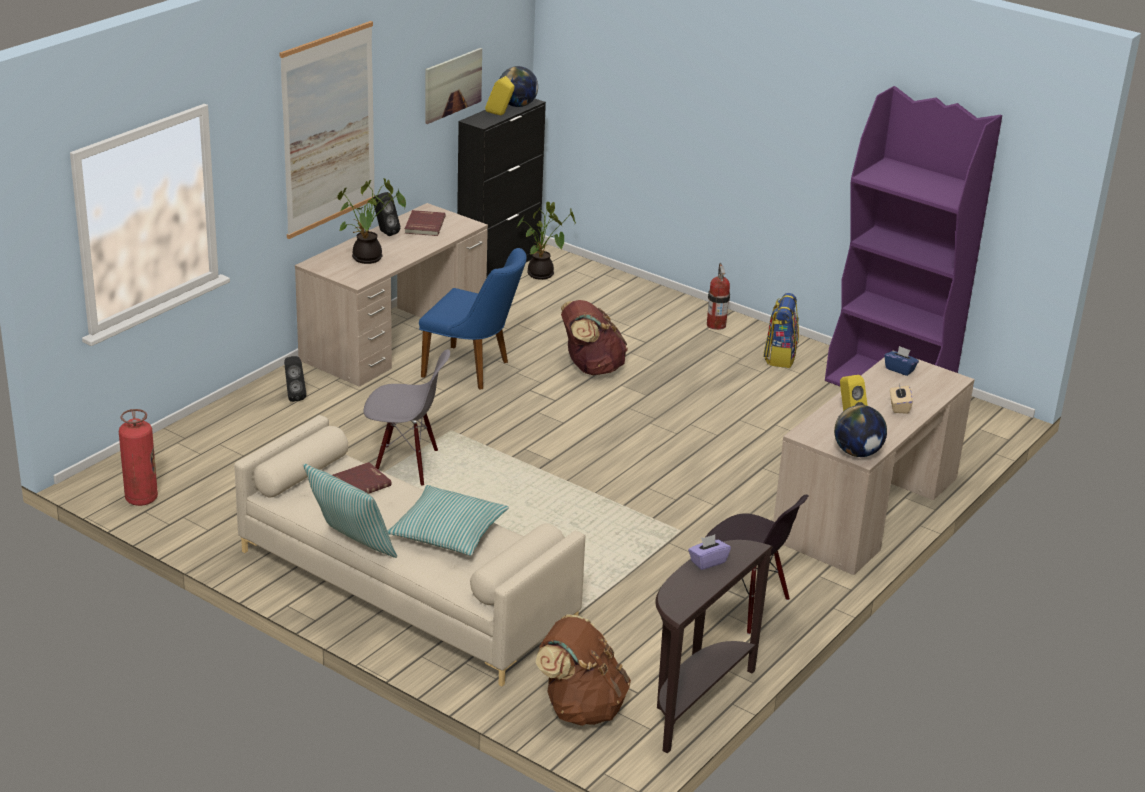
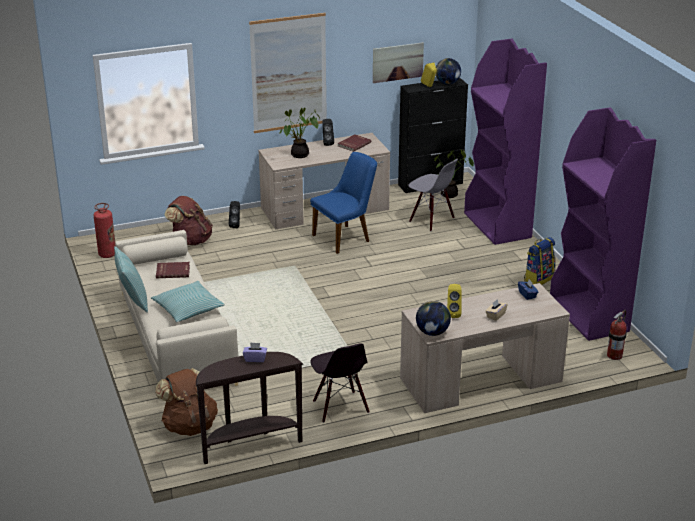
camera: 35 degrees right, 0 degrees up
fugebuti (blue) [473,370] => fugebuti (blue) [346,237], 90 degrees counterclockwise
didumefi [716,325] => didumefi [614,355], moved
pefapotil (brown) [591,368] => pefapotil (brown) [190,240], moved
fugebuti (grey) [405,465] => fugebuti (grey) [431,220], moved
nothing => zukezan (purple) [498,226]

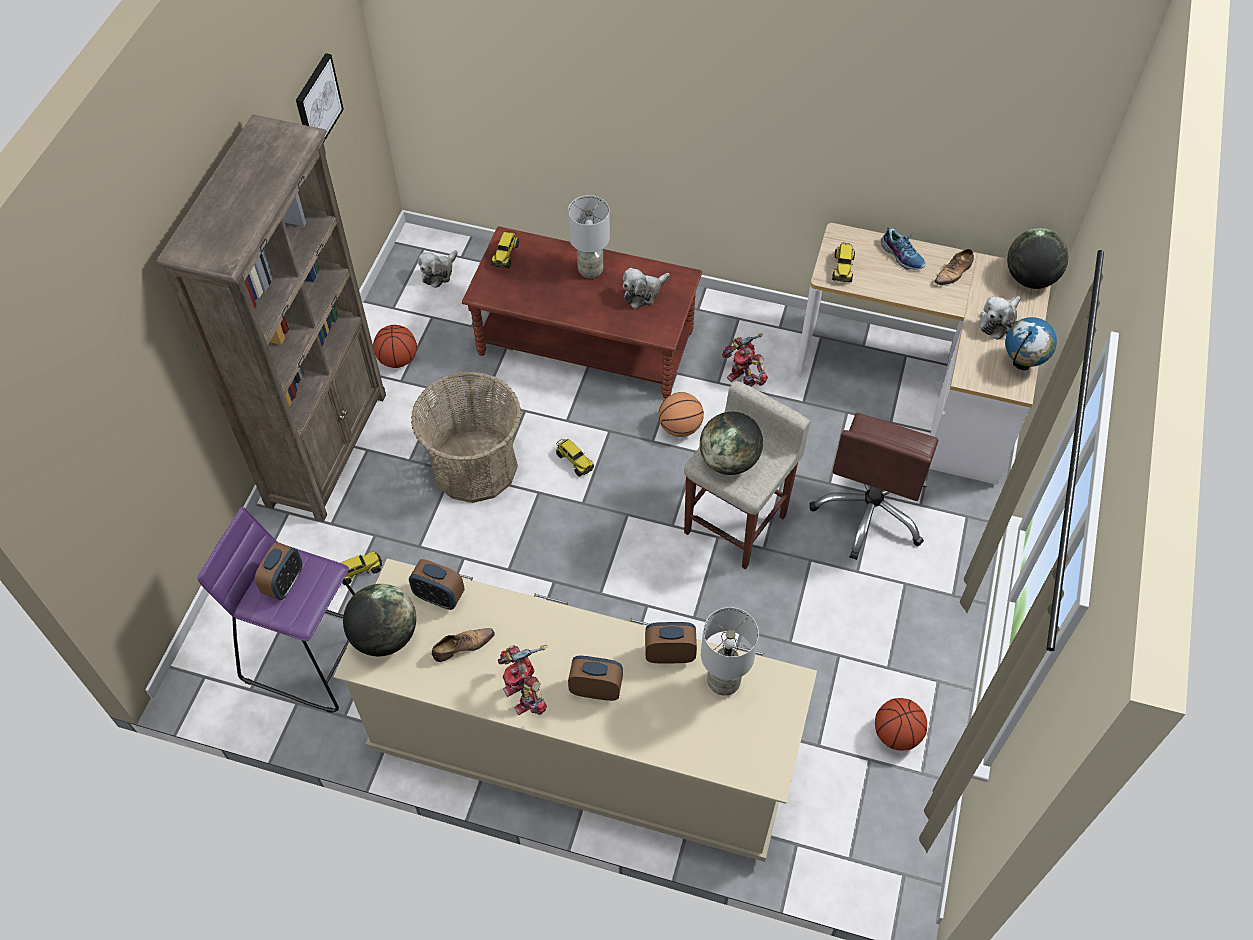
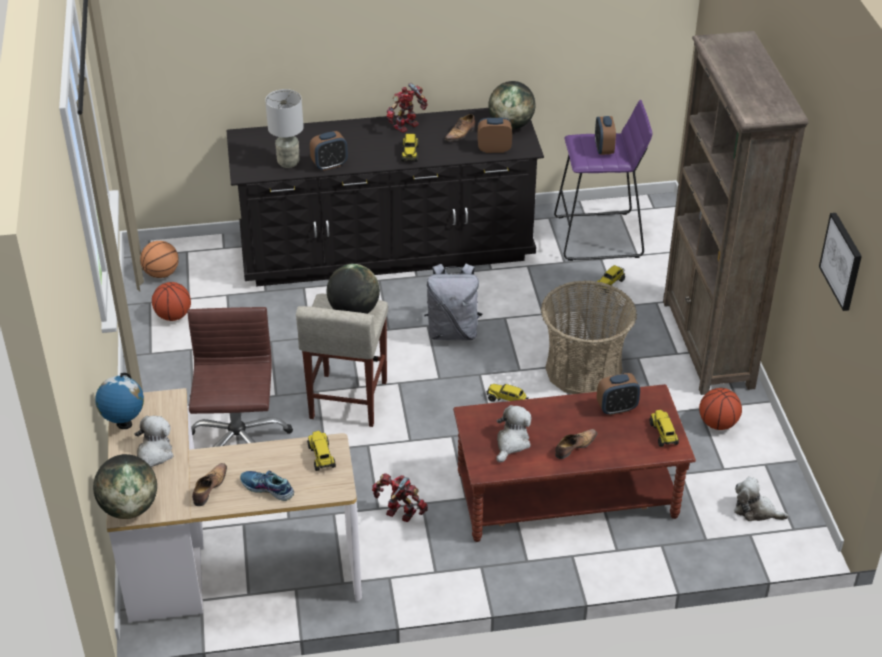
camera: 155 degrees right, 15 degrees down
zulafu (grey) [591,270] => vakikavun [574,447]
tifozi [439,273] => tifozi [755,510], 75 degrees counterclockwise
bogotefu [680,427] => bogotefu [161,274], moved
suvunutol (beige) [581,748] => suvunutol (black) [386,248]
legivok [524,694] => legivok [407,126], 75 degrees counterclockwise
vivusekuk [596,689] => vivusekuk [616,408], moved
nothing => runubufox [410,153]
nothing => pefapotil (grey) [453,332]

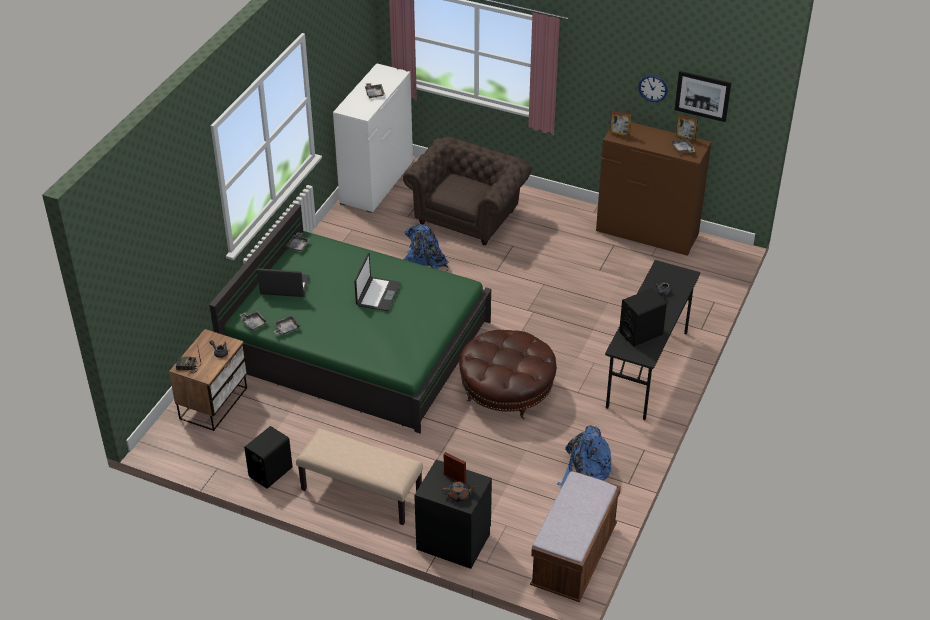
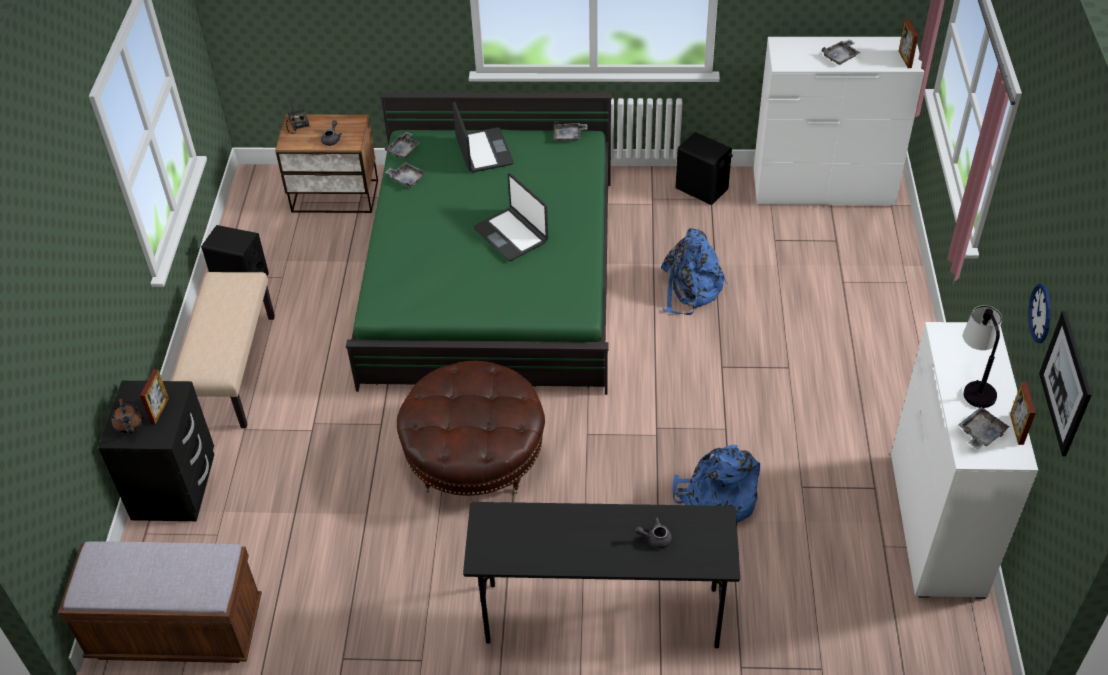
camera: 70 degrees right, 5 degrees up
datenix [619,134] => datenix [905,59], moved
suvunutol (brown) [647,233] => suvunutol (white) [936,524]
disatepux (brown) [469,215] => nothing
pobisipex [377,294] => pobisipex [511,235], 60 degrees clockwise
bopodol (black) [641,333] => bopodol (black) [702,189], moved
pefapotil (blue) [585,471] => pefapotil (blue) [716,499], moved
nothing => zulafu [973,384]

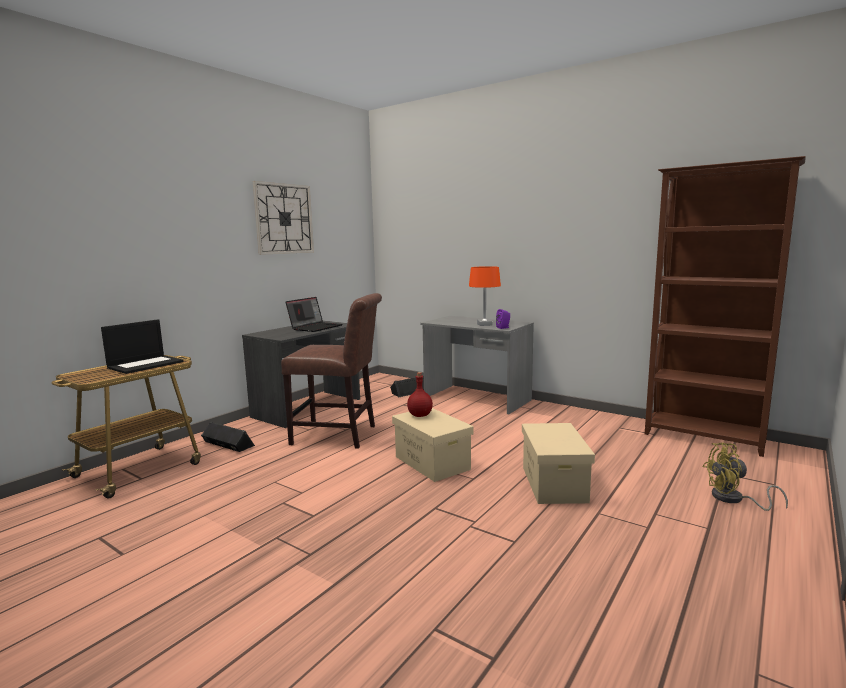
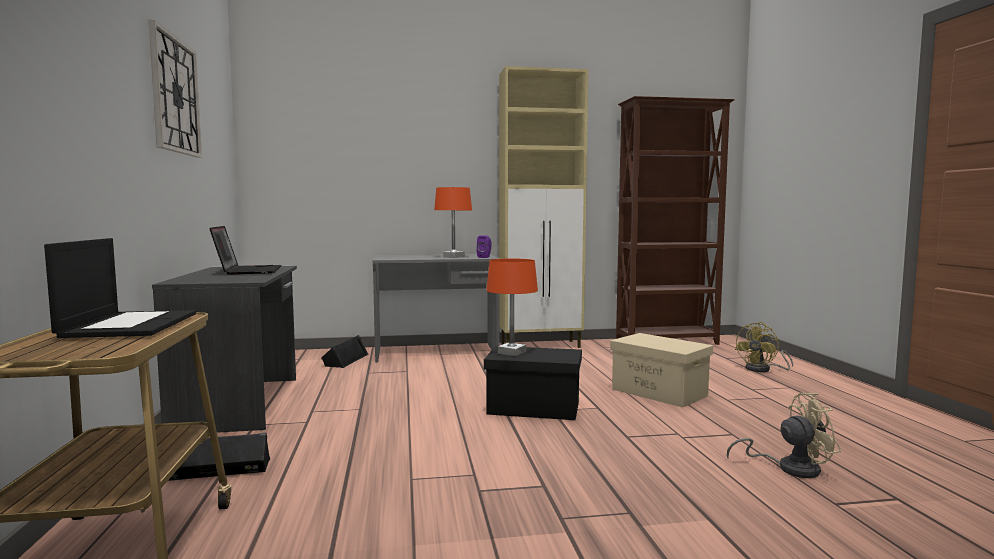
camera: 45 degrees left, 5 degrees down
fugebuti (brown) [339,435] => nothing
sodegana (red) [420,415] => zulafu (orange) [511,353]
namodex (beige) [433,463] => namodex (black) [535,408]
nothing => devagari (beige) [541,345]
nothing => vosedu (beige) [789,468]

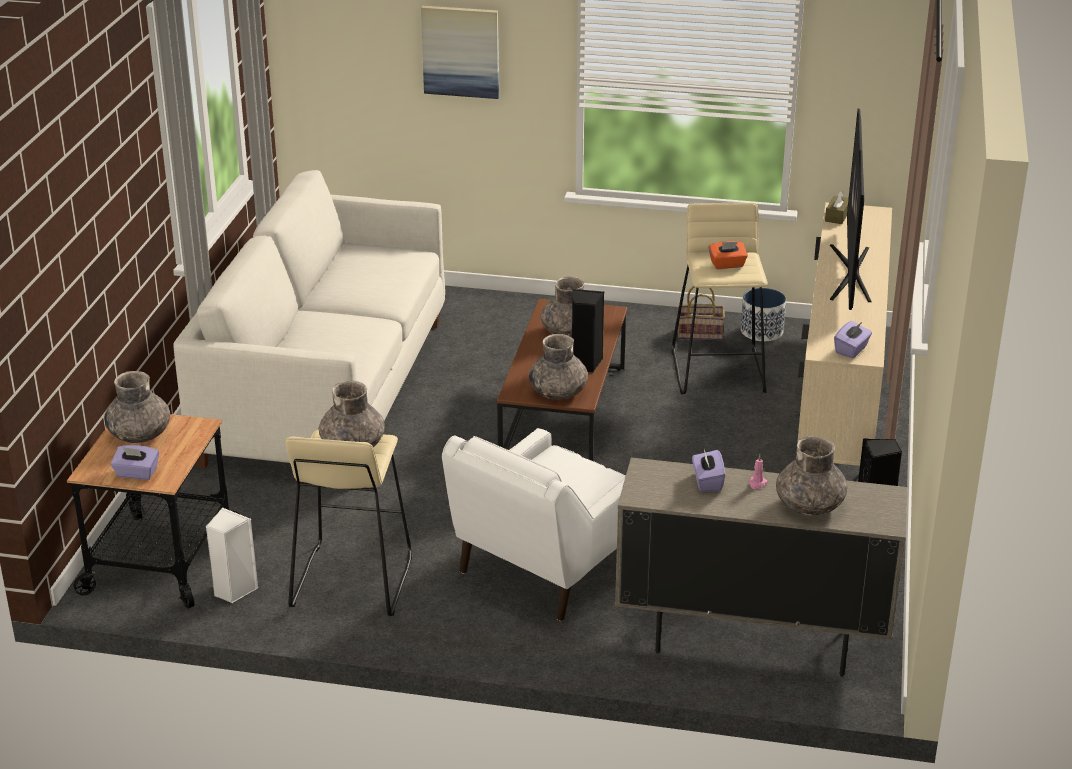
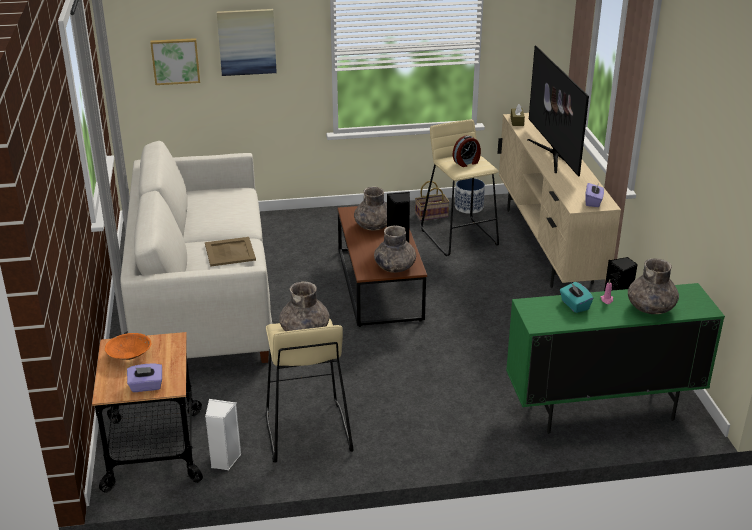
camera: 20 degrees left, 0 degrees up
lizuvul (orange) [727,265] => vivusekuk [466,163]
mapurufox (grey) [139,434] => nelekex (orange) [128,355]
disatepux (white) [546,568] => nothing
lizuvul (purple) [707,482] => lizuvul (turquoise) [574,305]
devagari (beige) [751,641] => devagari (green) [601,410]
nothing => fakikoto [175,61]
nothing => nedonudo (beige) [230,252]

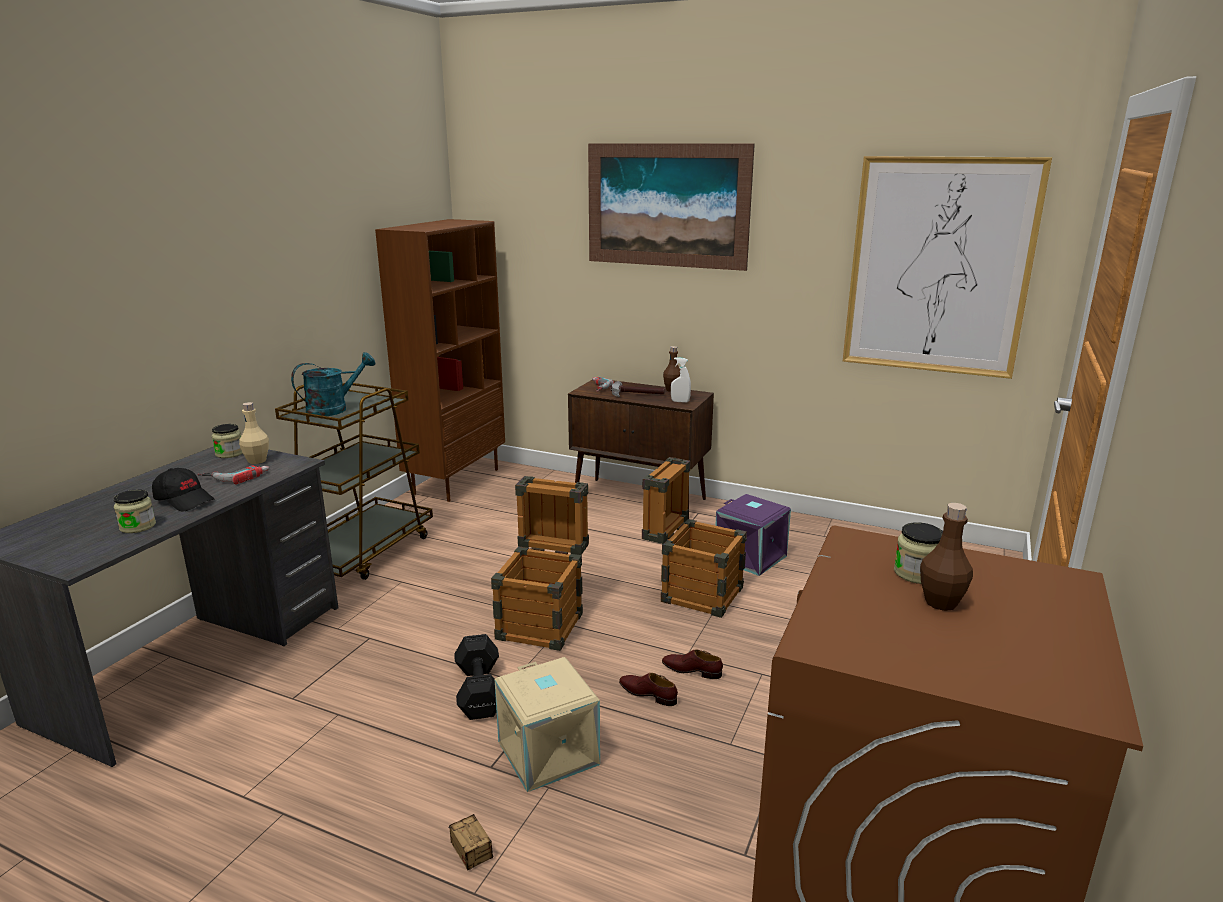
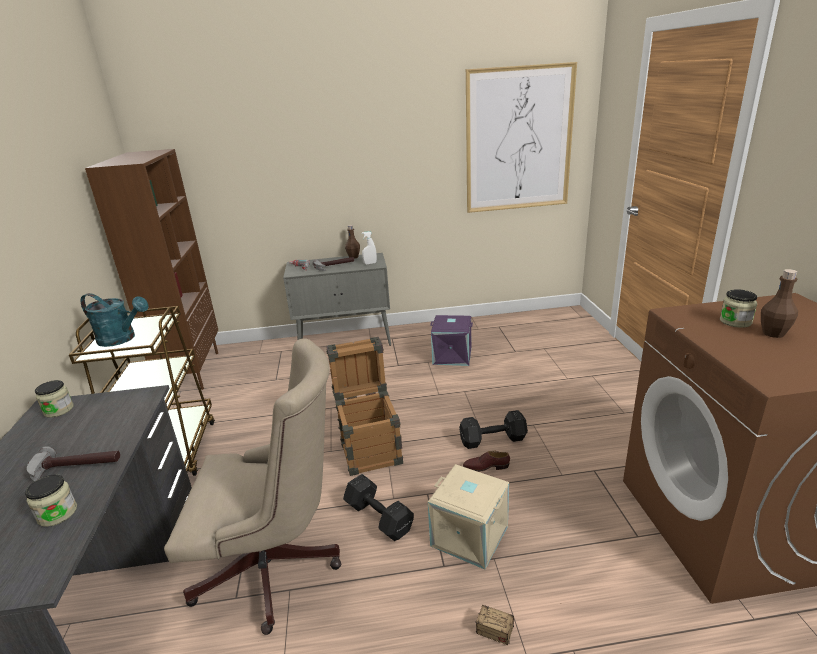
camera: 30 degrees left, 5 degrees up
fakikoto [667,205] => nothing
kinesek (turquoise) [334,409] => kinesek (turquoise) [122,339], 90 degrees clockwise
devagari (brown) [640,499] => devagari (grey) [346,341]
sodegana (beige) [257,461] => nothing
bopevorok [692,591] => nothing
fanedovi [235,476] => nothing
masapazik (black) [185,500] => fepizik [75,469]
vakikavun (brown) [691,670] => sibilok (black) [494,440]
nothing => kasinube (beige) [277,568]

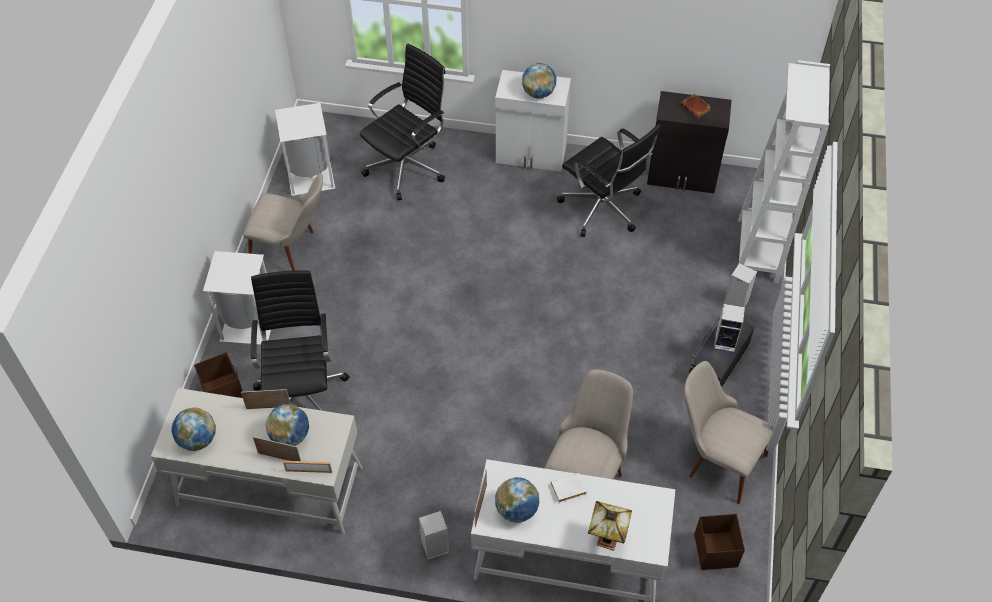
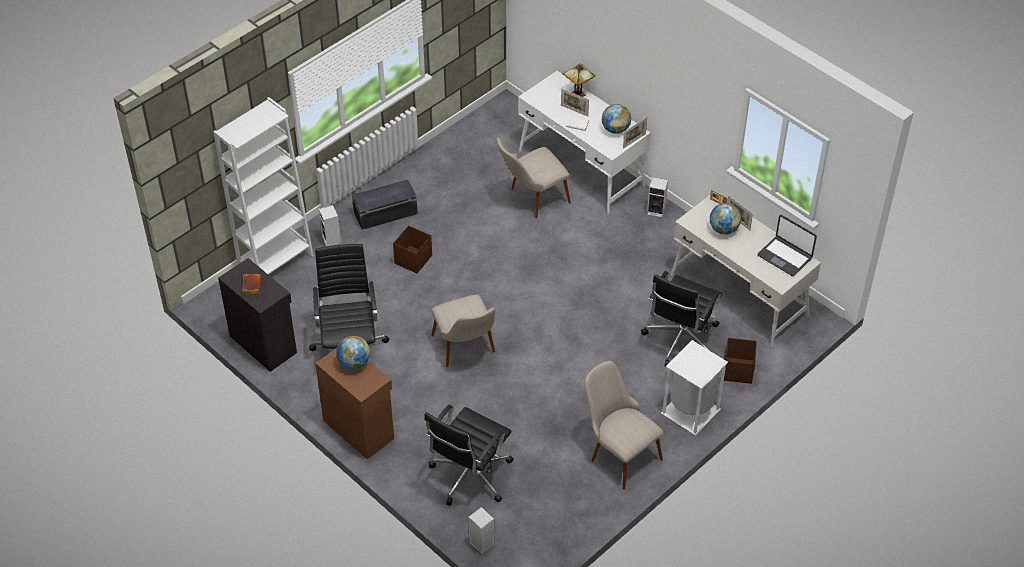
camera: 145 degrees left, 5 degrees down
kasinube (black) [408,167] => kasinube (black) [469,476], 45 degrees counterclockwise
devagari (white) [531,155] => devagari (brown) [359,428]
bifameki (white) [311,176] => nothing
bopodol [726,342] => bopodol [480,543], moved
fugebuti (beige) [715,459] => fugebuti (beige) [467,351], moved
datenix [268,407] => datenix [574,111], moved
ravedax [197,440] => pobisipex [785,256]
namodex (brown) [715,551] => namodex (brown) [414,259], moved

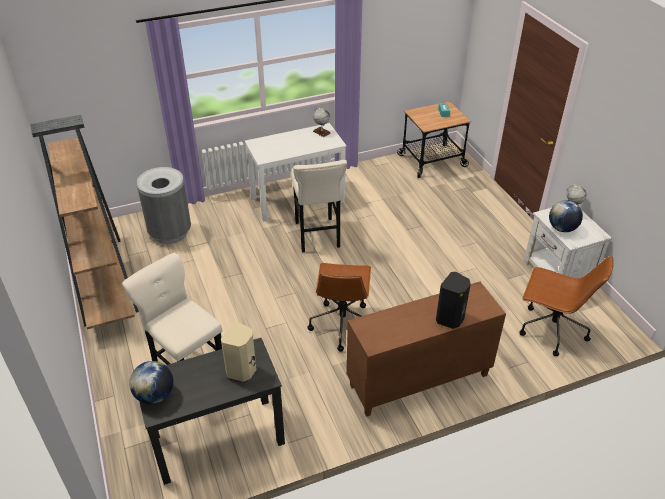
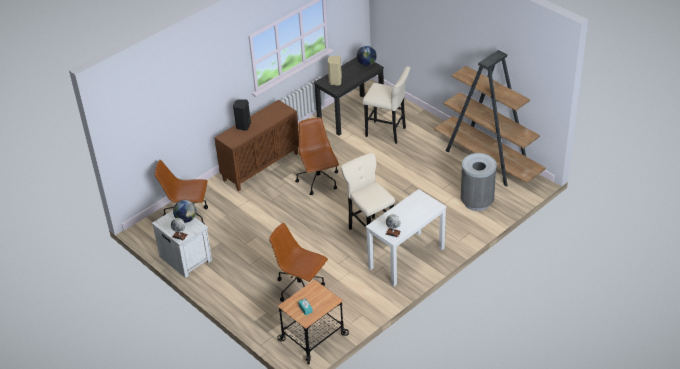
camera: 160 degrees right, 0 degrees up
nothing => kasinube (brown) [300,288]

